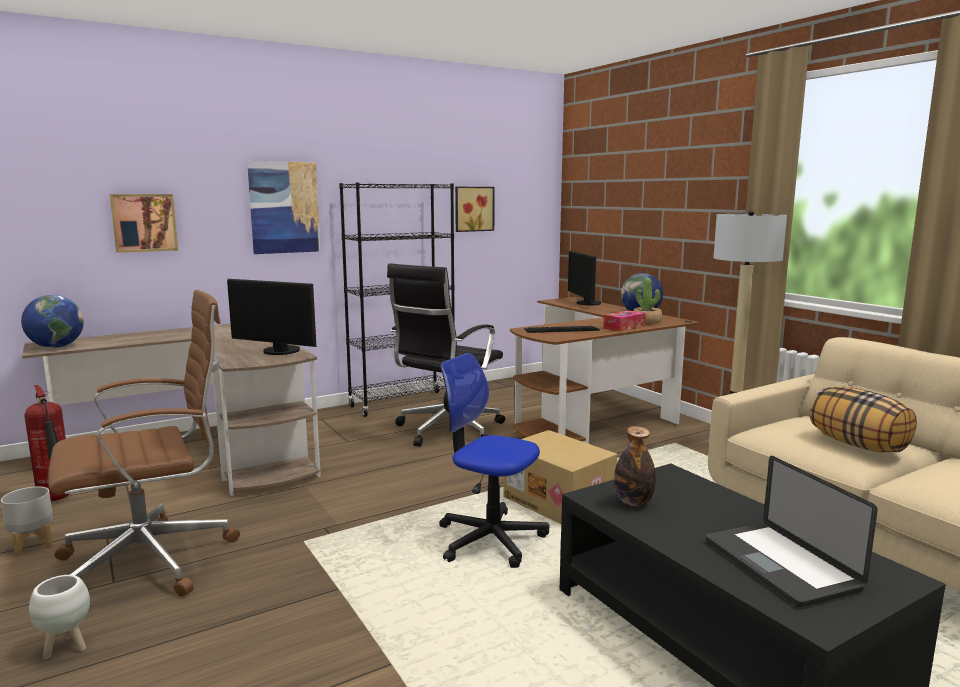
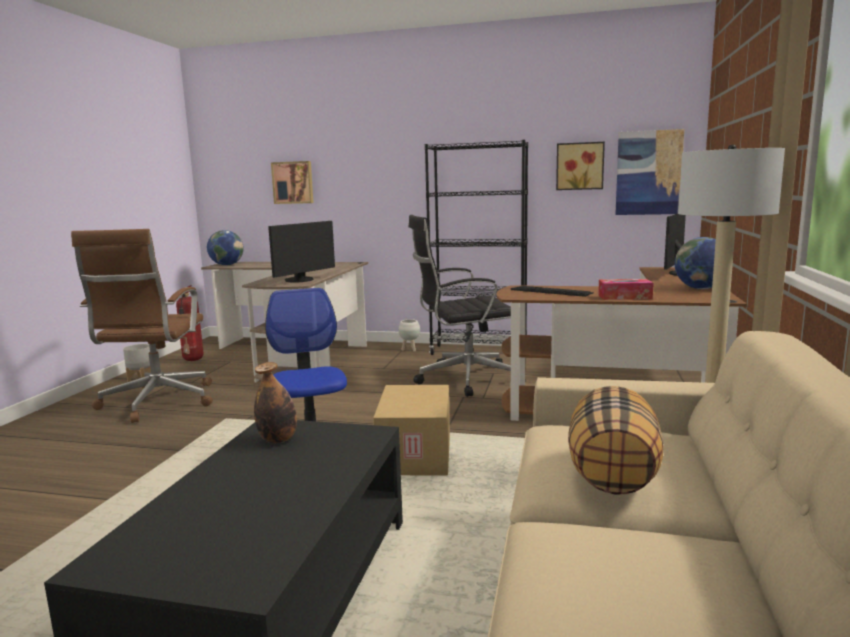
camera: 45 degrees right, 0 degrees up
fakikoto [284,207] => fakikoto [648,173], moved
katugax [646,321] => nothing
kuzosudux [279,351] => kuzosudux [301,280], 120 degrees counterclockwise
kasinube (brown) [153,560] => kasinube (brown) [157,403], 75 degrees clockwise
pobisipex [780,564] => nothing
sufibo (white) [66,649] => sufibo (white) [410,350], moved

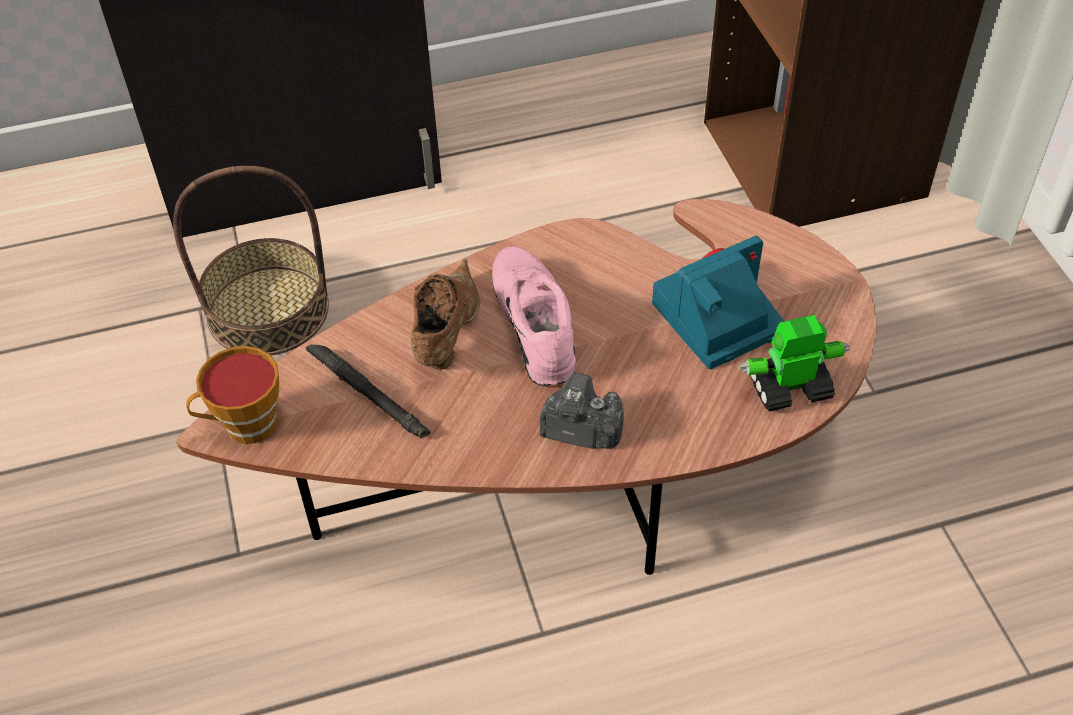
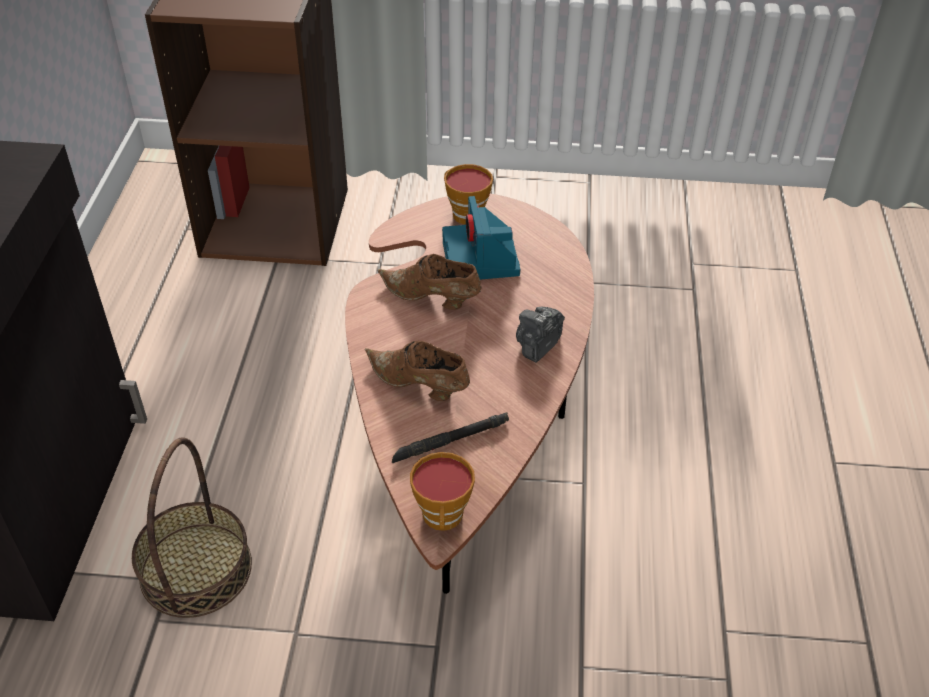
camera: 70 degrees left, 5 degrees down
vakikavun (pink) [536,323] => nothing
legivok [788,387] => nothing
nothing => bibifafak [464,213]
nothing => vakikavun (brown) [432,299]

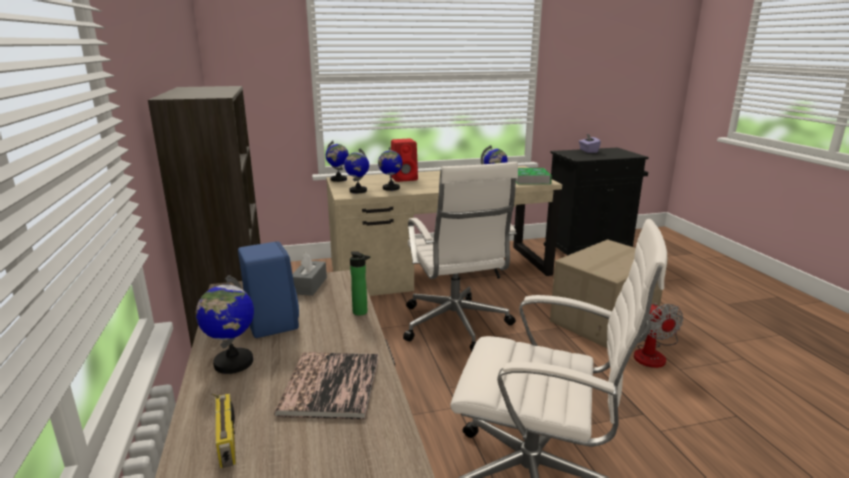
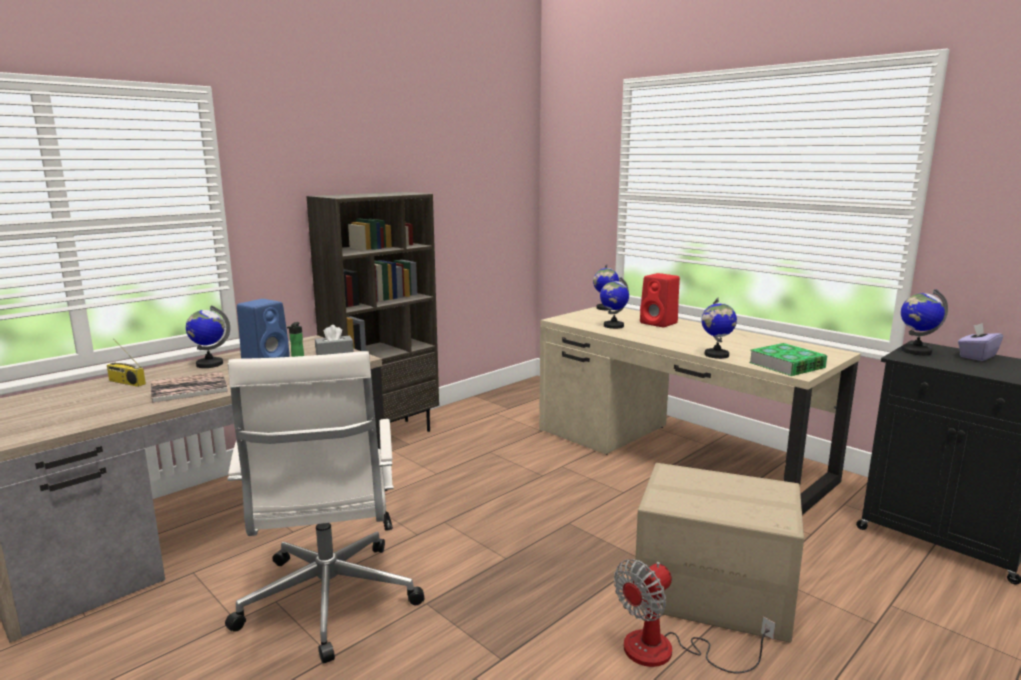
camera: 60 degrees right, 5 degrees down
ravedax [358,191] => ravedax [915,351], moved
kasinube (white) [455,326] => nothing
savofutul [228,441] => savofutul [126,382], 75 degrees clockwise

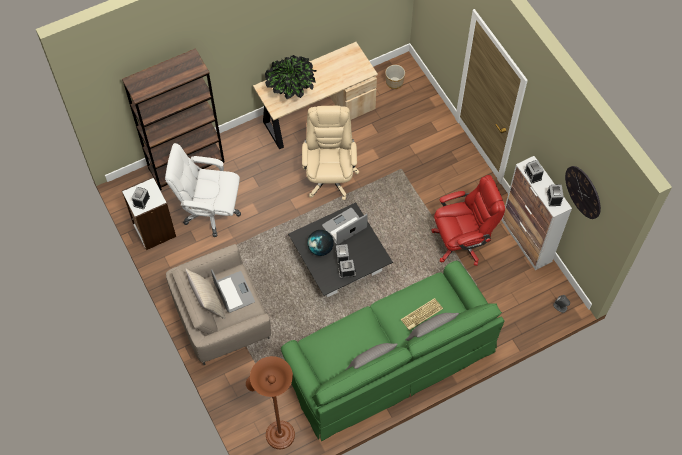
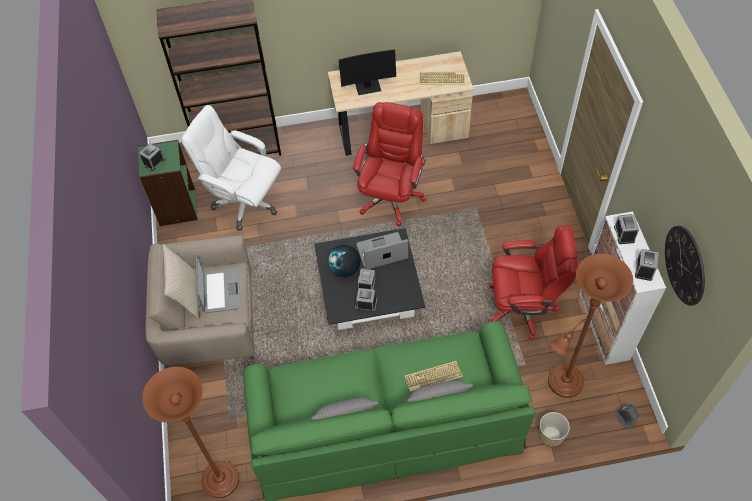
camera: 20 degrees right, 5 degrees down
katugax [291,91] => kuzosudux [368,87]
sufibo [394,82] => sufibo [551,435], moved
kasinube (beige) [329,176] => kasinube (red) [391,196]
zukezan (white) [154,230] => zukezan (green) [177,207]
nothing => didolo [442,78]
nothing => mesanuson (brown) [562,384]

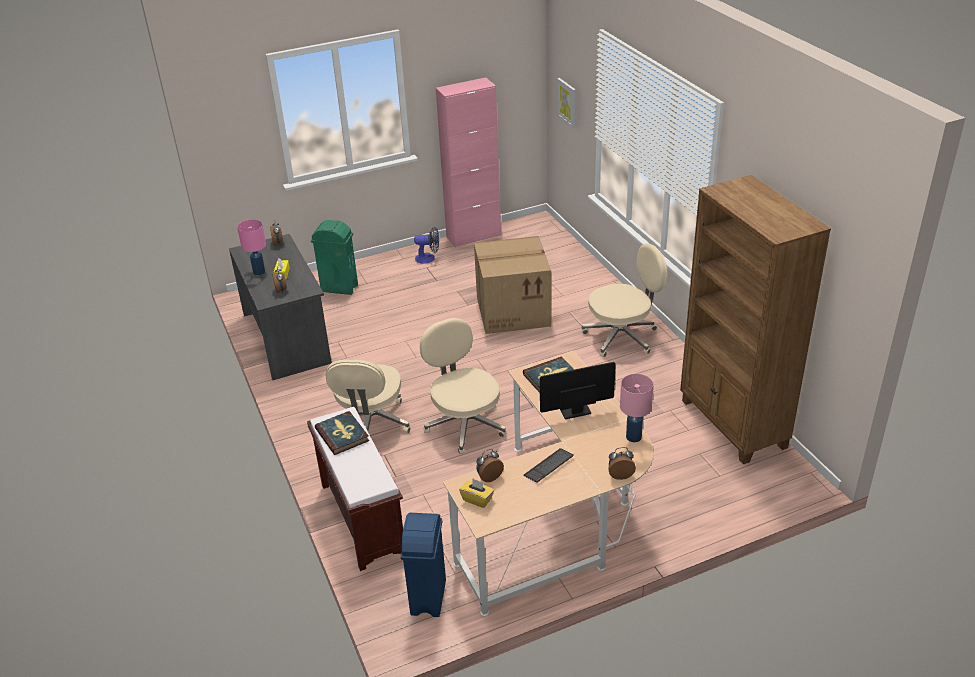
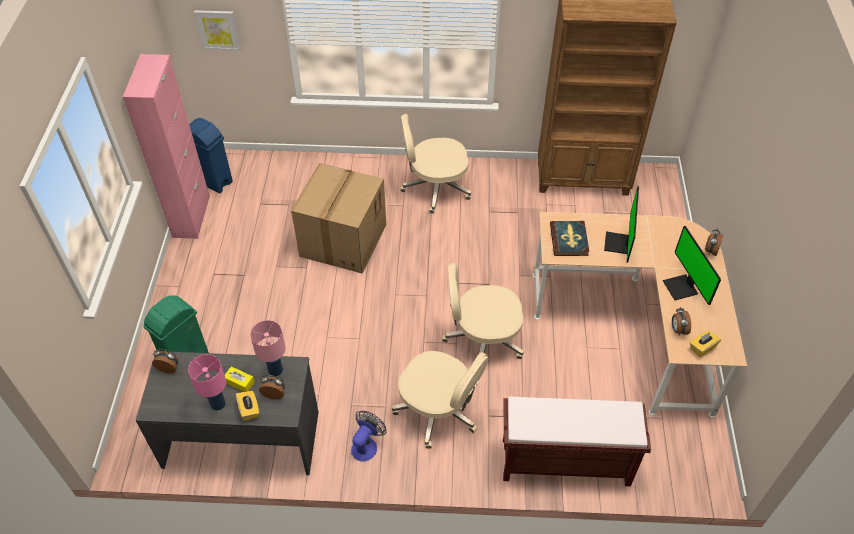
camera: 65 degrees left, 15 degrees up
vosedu [428,258] => vosedu [366,445], moved
kasinube (beige) [622,336] => kasinube (beige) [435,188], 105 degrees counterclockwise
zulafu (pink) [633,437] => zulafu (pink) [275,370], moved
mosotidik [342,435] => nothing
didolo [548,466] => kuzosudux [681,288]
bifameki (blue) [428,598] => bifameki (blue) [214,182], moved
nothing => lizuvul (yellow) [249,410]

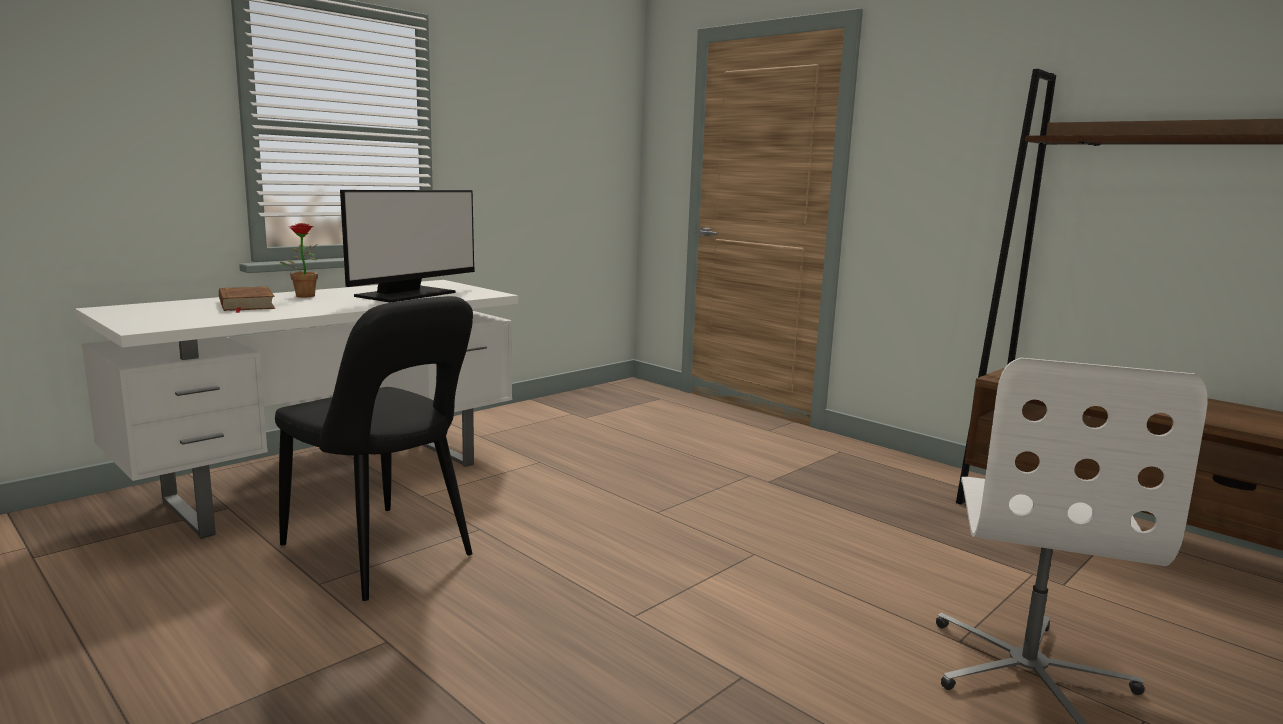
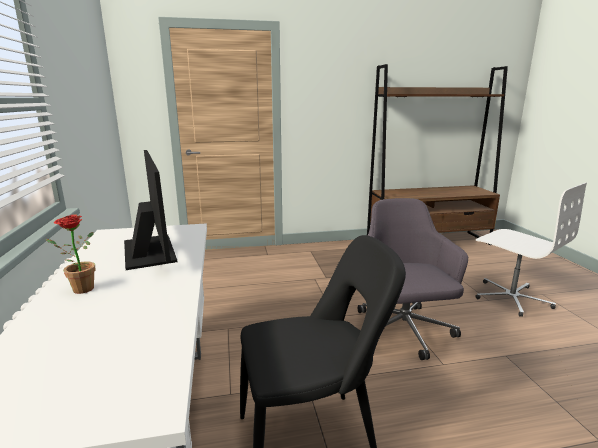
camera: 55 degrees left, 5 degrees up
mosotidik (brown) [246,304] => nothing
nothing => kasinube (grey) [403,332]

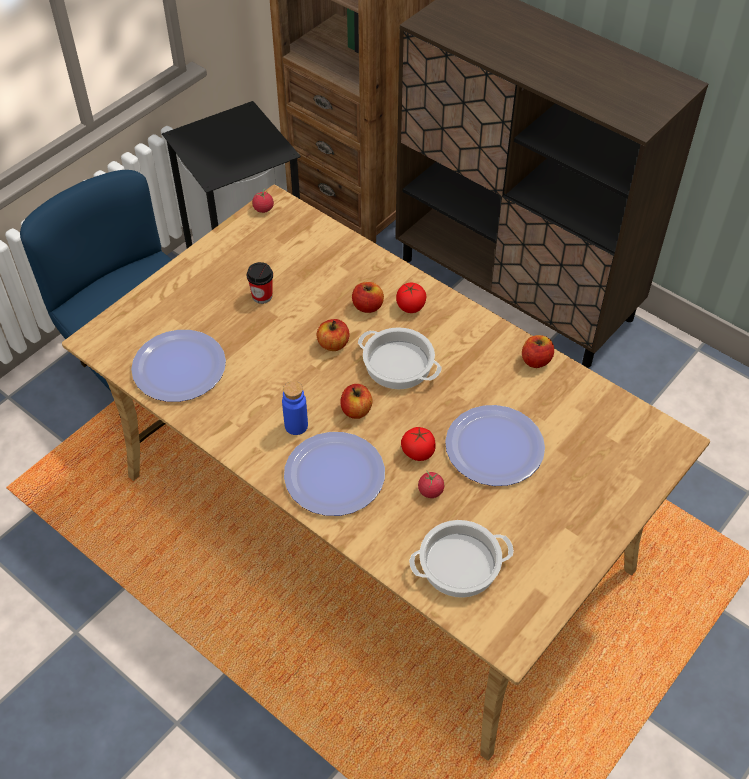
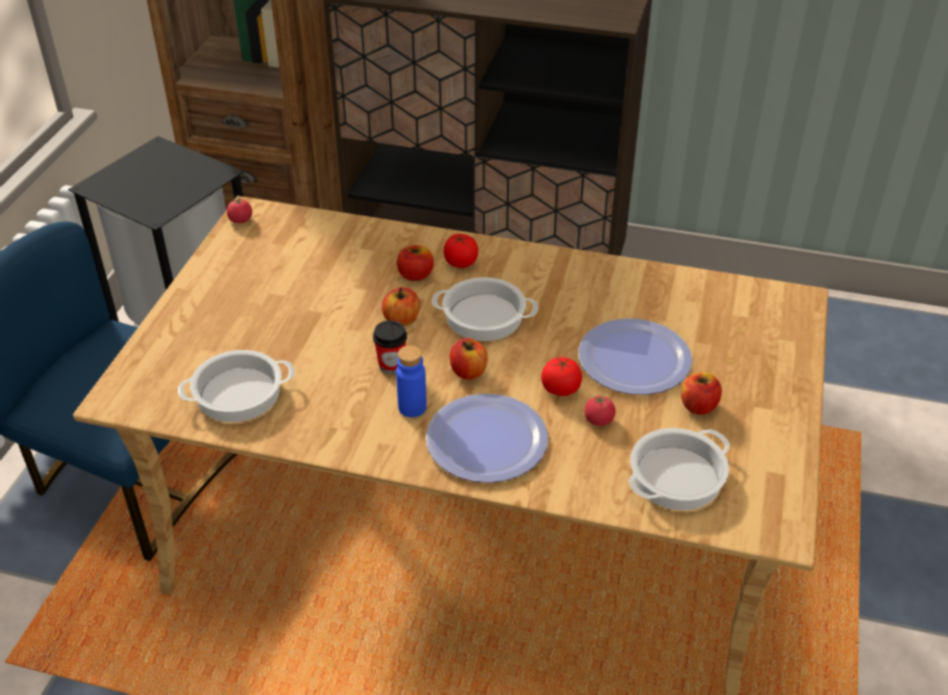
camera: 25 degrees left, 10 degrees down
bibifafak [262,296] => bibifafak [391,365], moved
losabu [179,367] => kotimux [238,394]
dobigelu [536,360] => dobigelu [698,406], moved

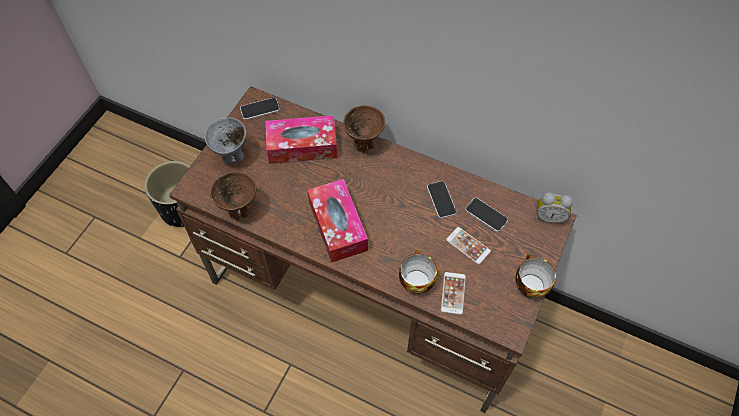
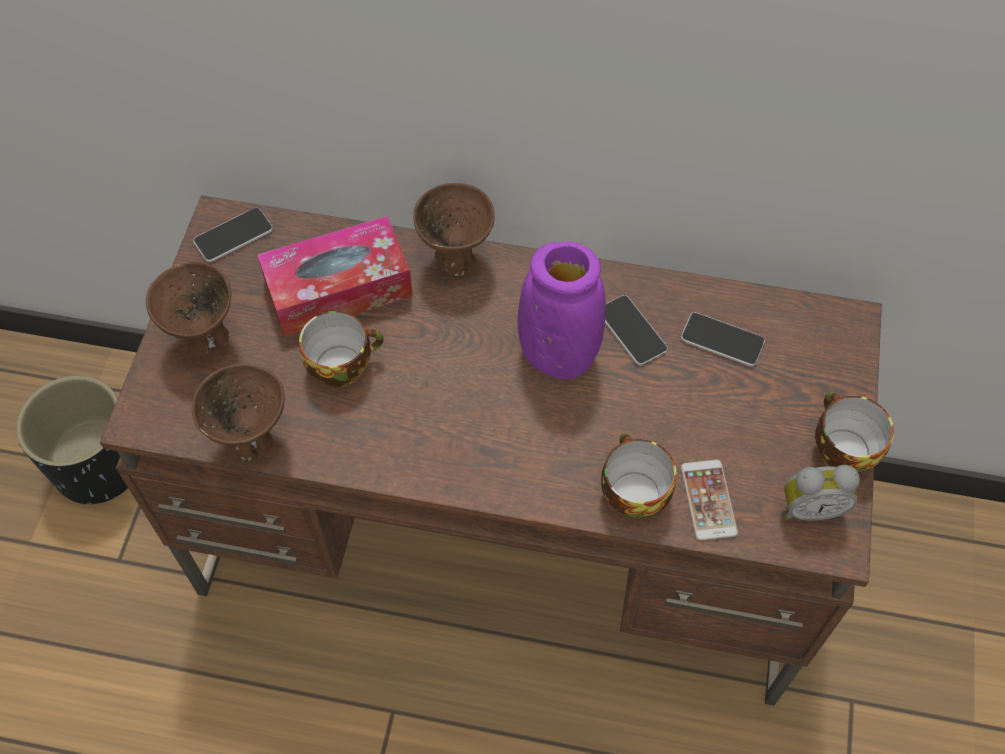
camera: 15 degrees left, 0 degrees up
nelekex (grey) [232,156] => nelekex (brown) [206,339]
lizuvul [337,226] => nothing
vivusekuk [549,216] => vivusekuk [810,507], moved
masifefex [468,245] => nothing
nothing => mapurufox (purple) [558,354]
nothing => bibifafak [342,364]

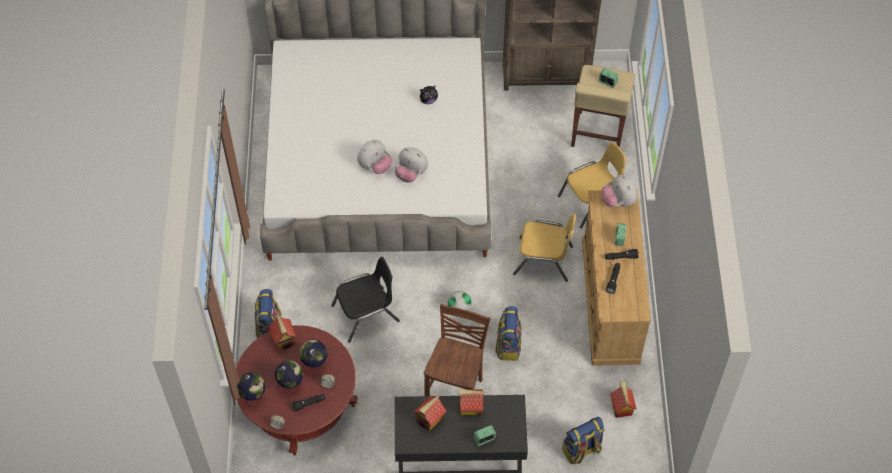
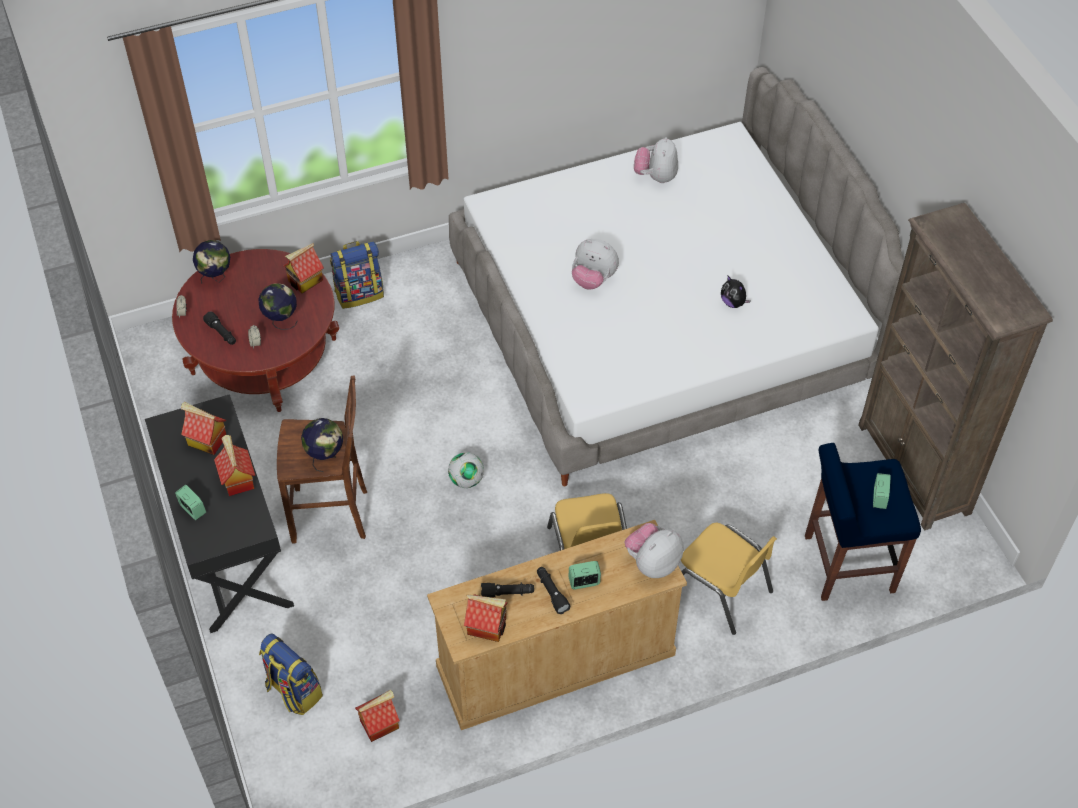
camera: 70 degrees right, 5 degrees down
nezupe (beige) [597,134] => nezupe (blue) [847,564]
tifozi [411,174] => tifozi [655,176], moved
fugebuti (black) [366,314] => nothing
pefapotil [508,345] => nothing
ravedax [290,384] => ravedax [325,457], moved
nothing => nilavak [487,626]

